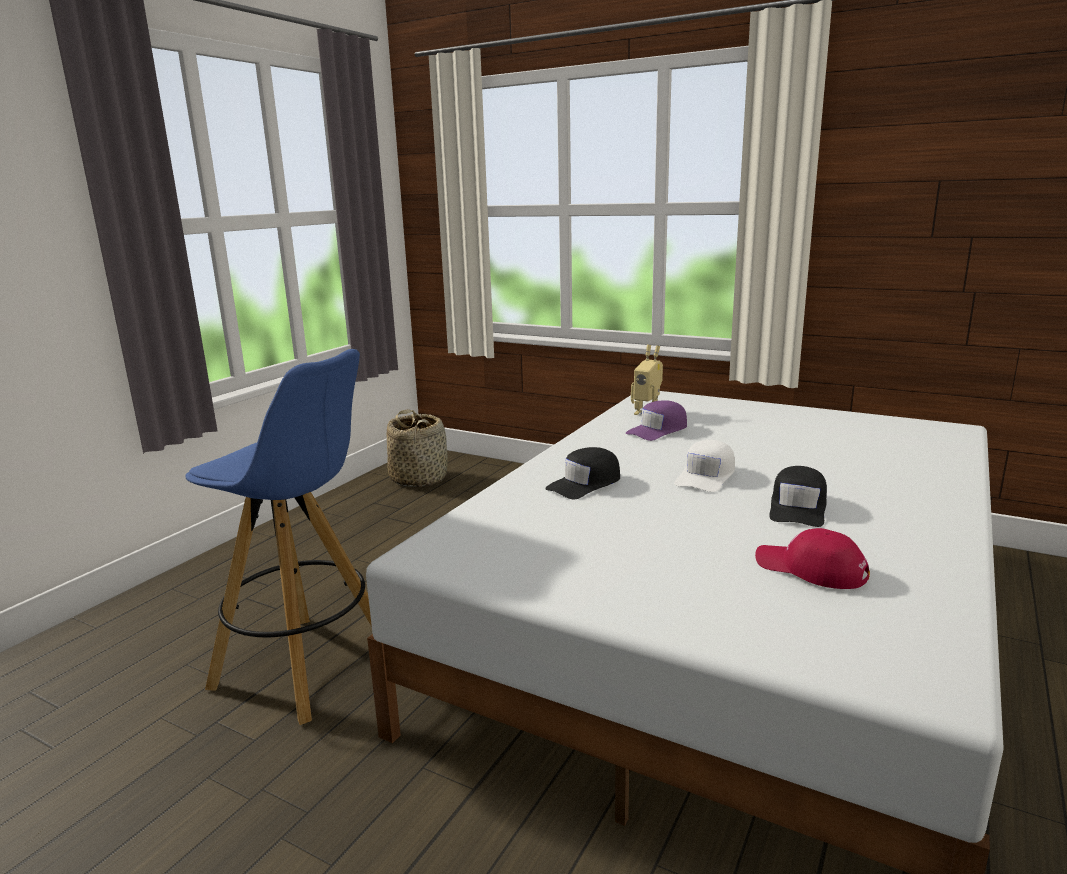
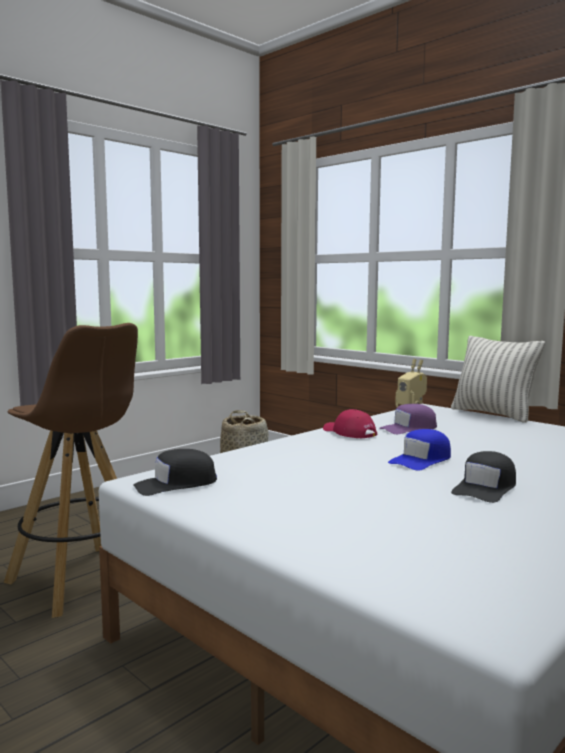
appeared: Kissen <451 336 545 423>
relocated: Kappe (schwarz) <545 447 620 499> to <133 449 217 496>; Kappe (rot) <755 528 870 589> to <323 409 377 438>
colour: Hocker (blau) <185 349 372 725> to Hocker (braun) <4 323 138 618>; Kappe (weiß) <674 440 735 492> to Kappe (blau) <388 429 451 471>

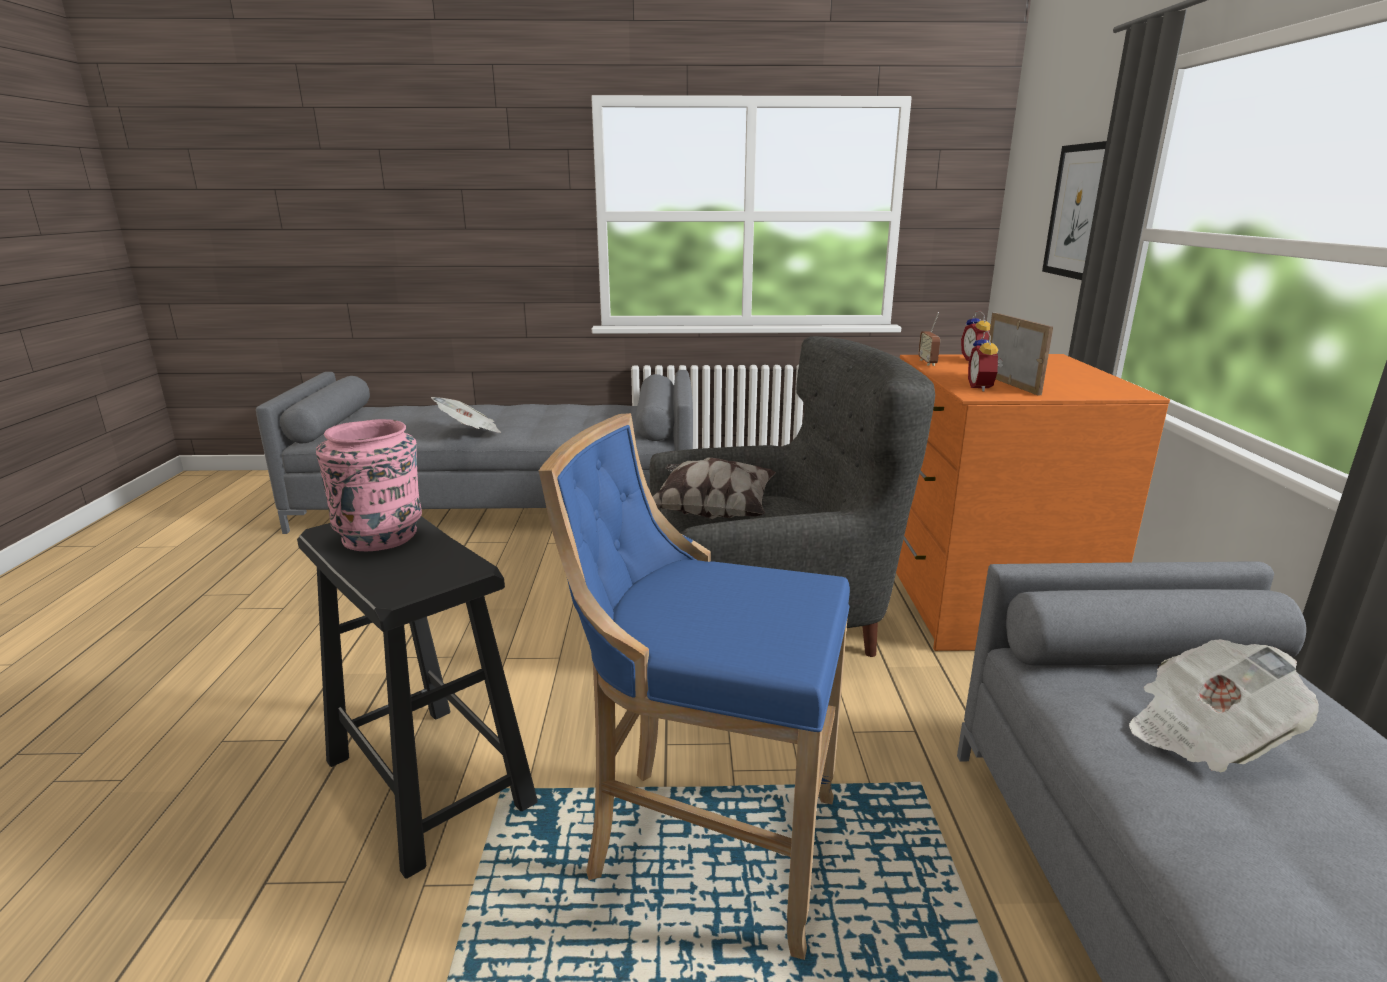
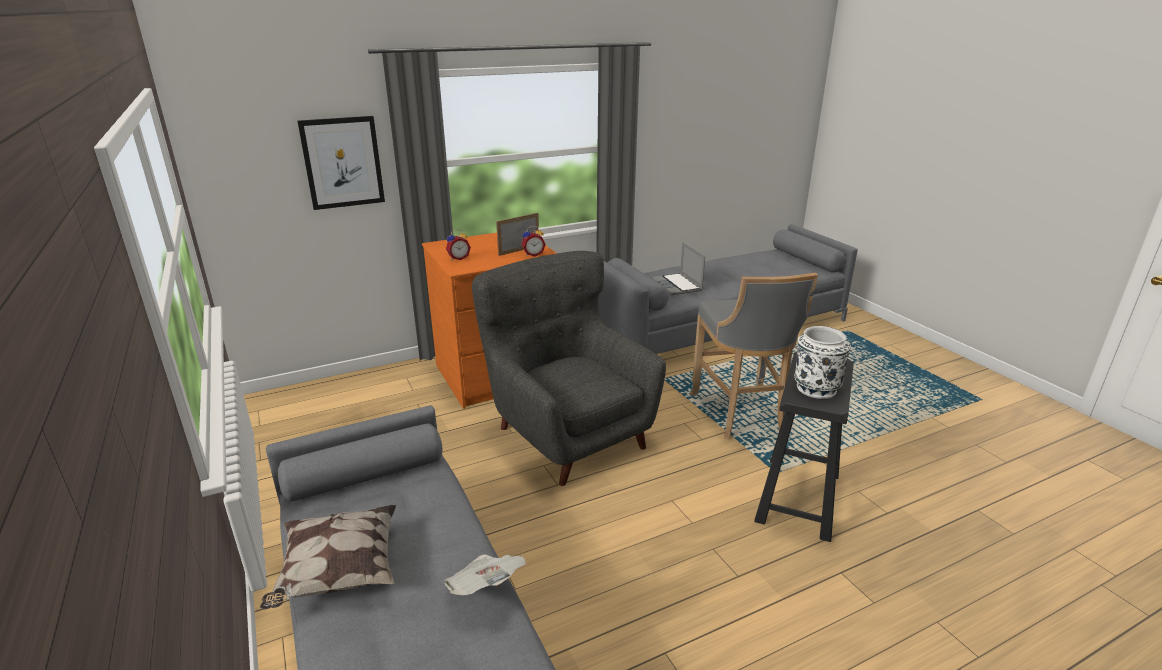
missing: Radio <918 312 940 366>
relocated: Kissen <653 457 776 519> to <260 505 396 610>
exchanged: Zeitung <1129 639 1319 772> to Laptop <652 242 705 295>
colour: Vase (rosa) <316 419 422 551> to Vase (weiß) <794 326 851 399>; Hocker (blau) <539 413 850 960> to Hocker (grau) <690 273 818 440>

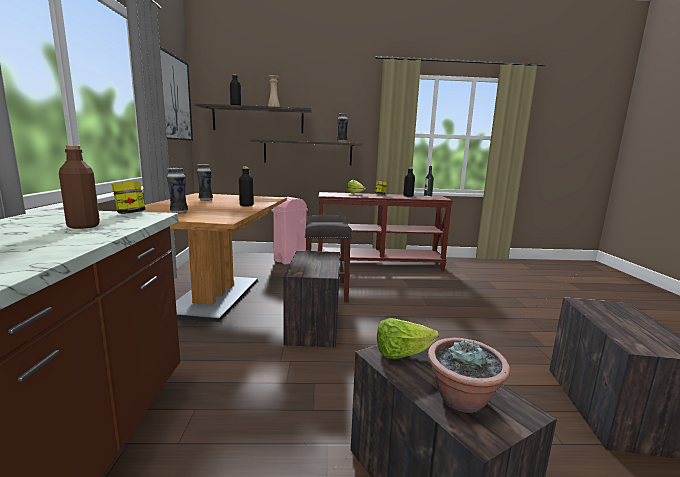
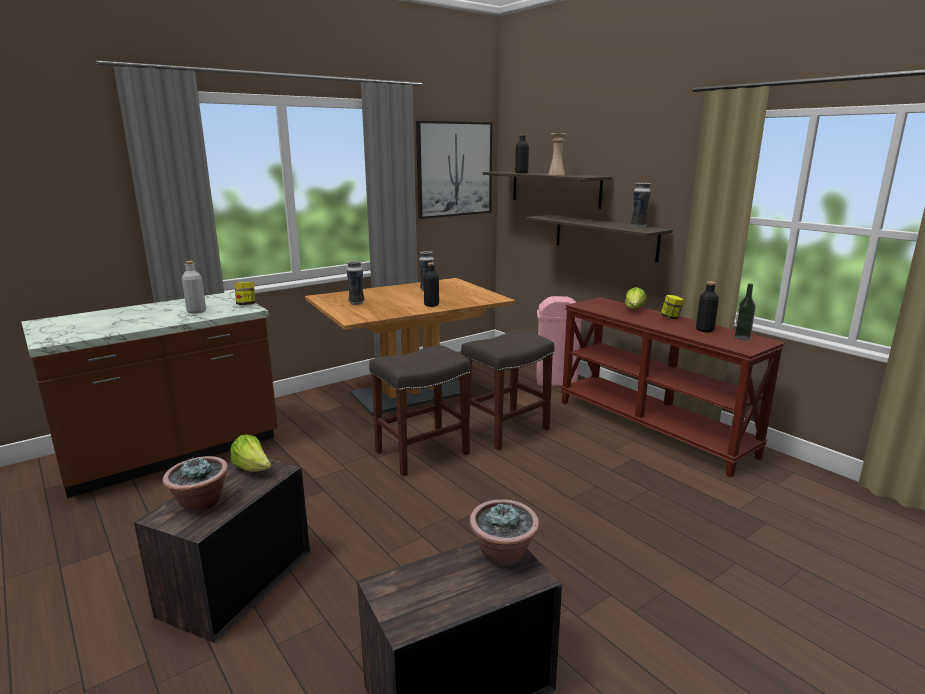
appeared: Topfpflanze <470 499 539 566>
exchanged: Kiste <283 250 340 347> to Hocker (grau) <369 345 471 476>
colour: Flasche (braun) <59 145 100 229> to Flasche (grau) <182 261 206 314>

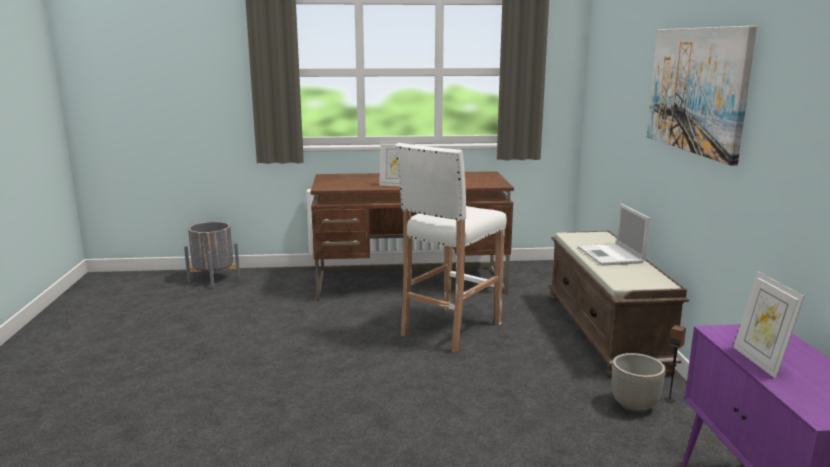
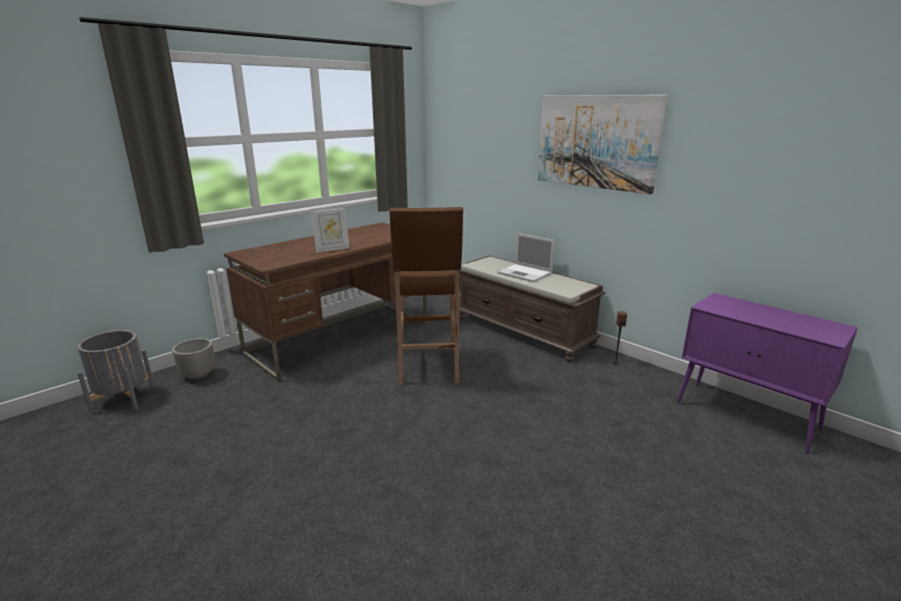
missing: Bilderrahmen <733 271 804 379>
relocated: Pflanzkübel <612 353 666 413> to <172 338 214 380>
colour: Hocker (weiß) <395 143 507 353> to Hocker (braun) <389 207 463 385>

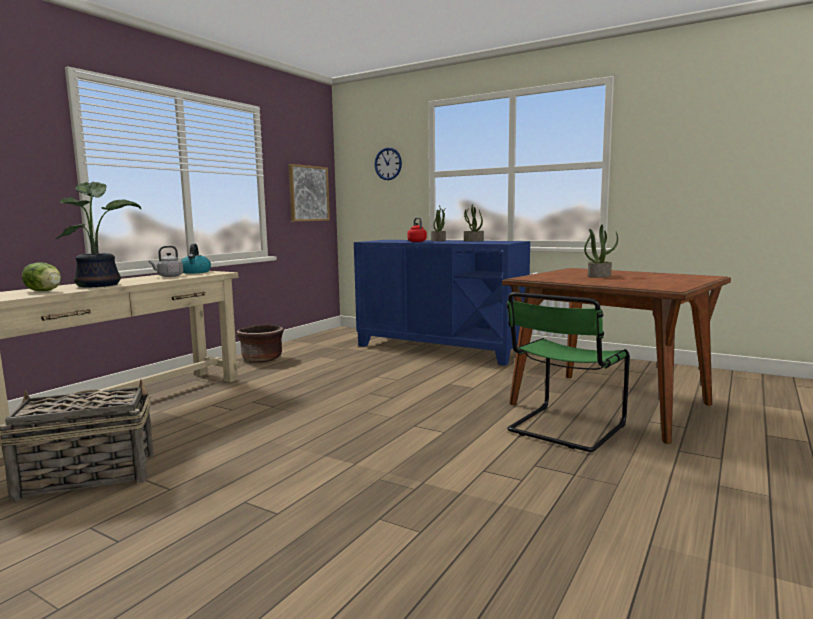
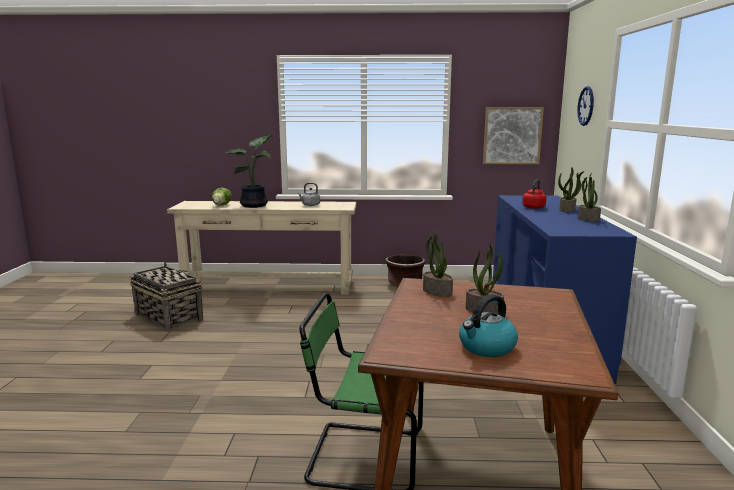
appeared: Topfpflanze <423 230 453 297>
relocated: Wasserkessel <181 244 211 274> to <459 294 518 357>

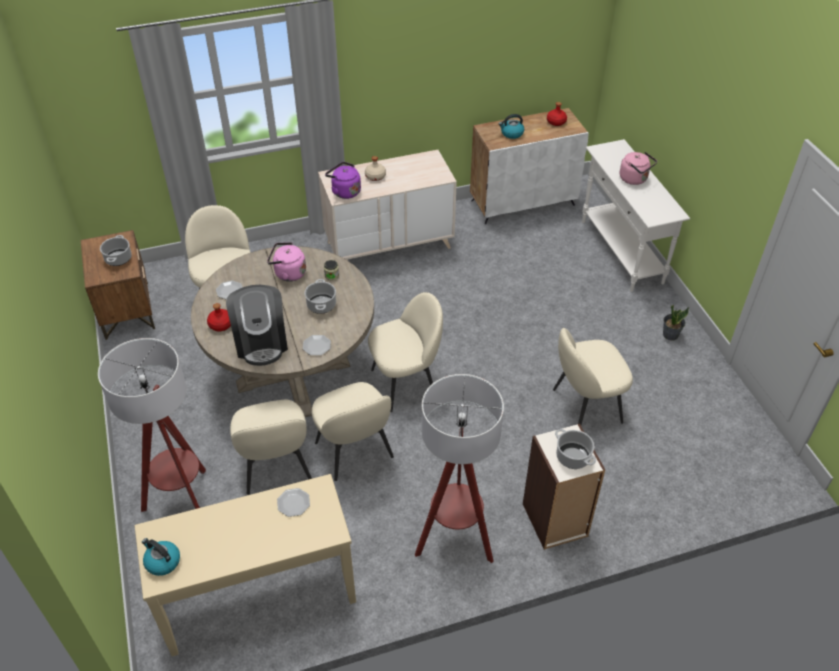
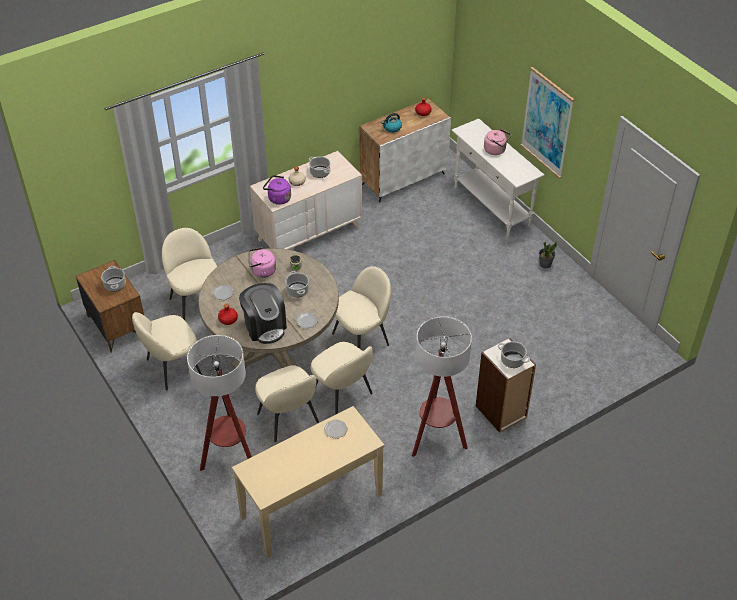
missing: Wasserkessel <142 538 180 576>
appeared: Kochtopf <309 156 331 178>; Bild <520 67 574 179>
relocated: Stuhl (beige) <553 328 633 425> to <132 312 202 391>

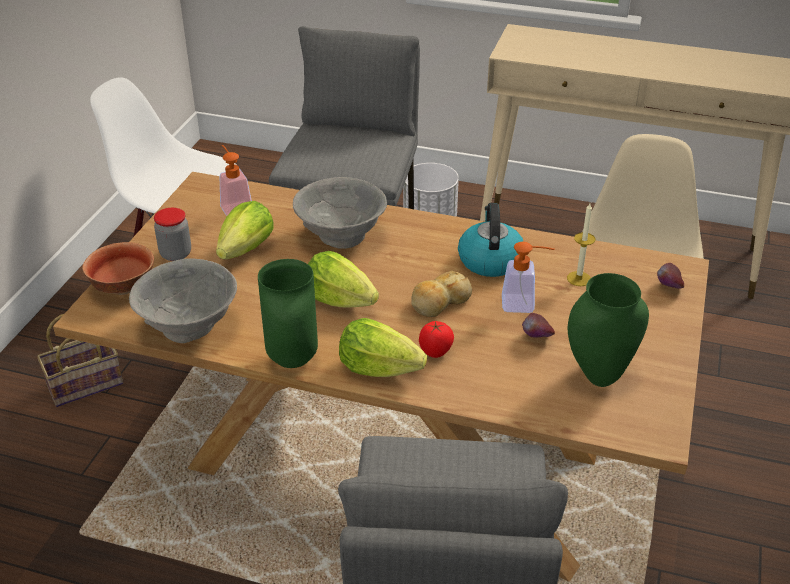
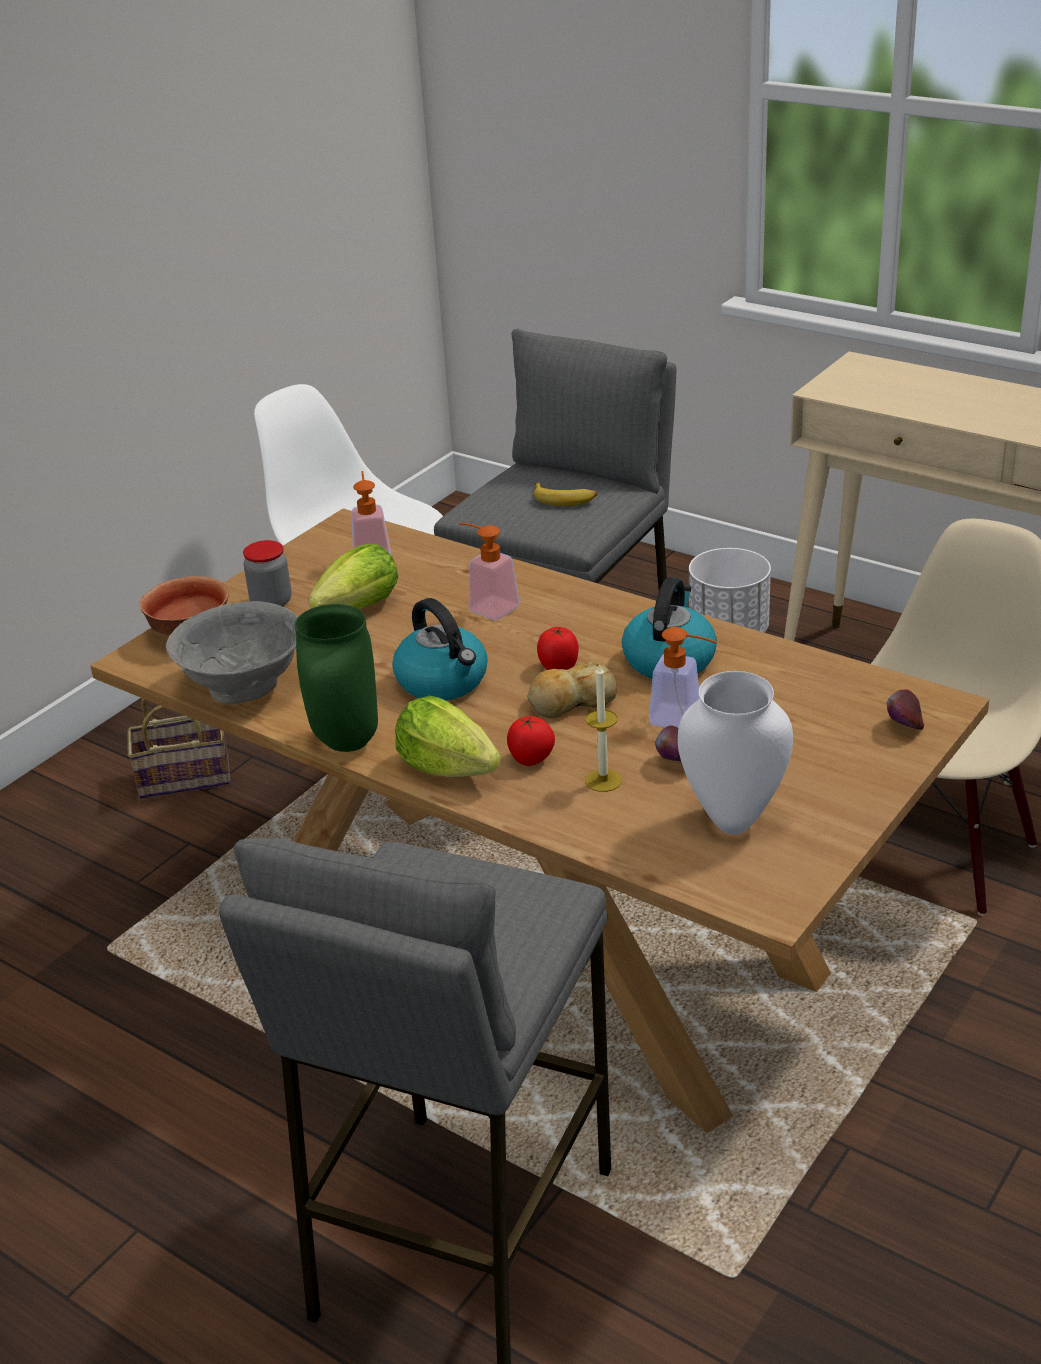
appeared: Banane <534 482 597 506>; Tomate <537 627 579 670>
relocated: Kerze <567 203 595 286> to <585 663 622 792>
exchanged: Schüssel (grau) <293 177 387 249> to Seifenspender <459 523 520 620>; Salatkopf <308 251 379 308> to Wasserkessel <392 598 488 700>
colour: Vase (grün) <568 273 649 387> to Vase (weiß) <678 671 793 835>

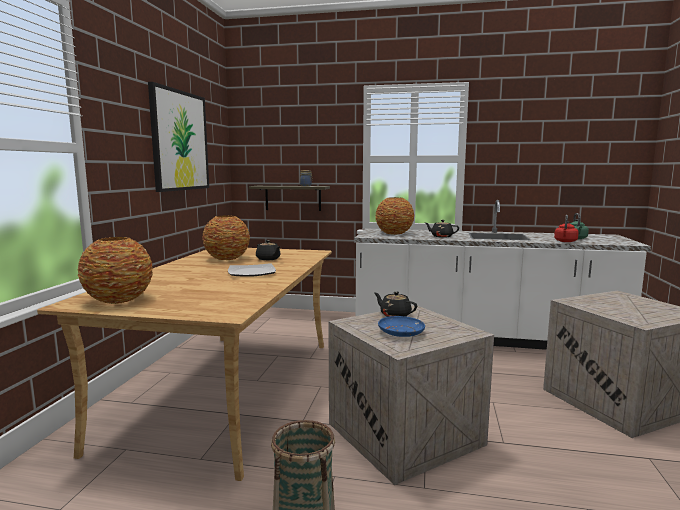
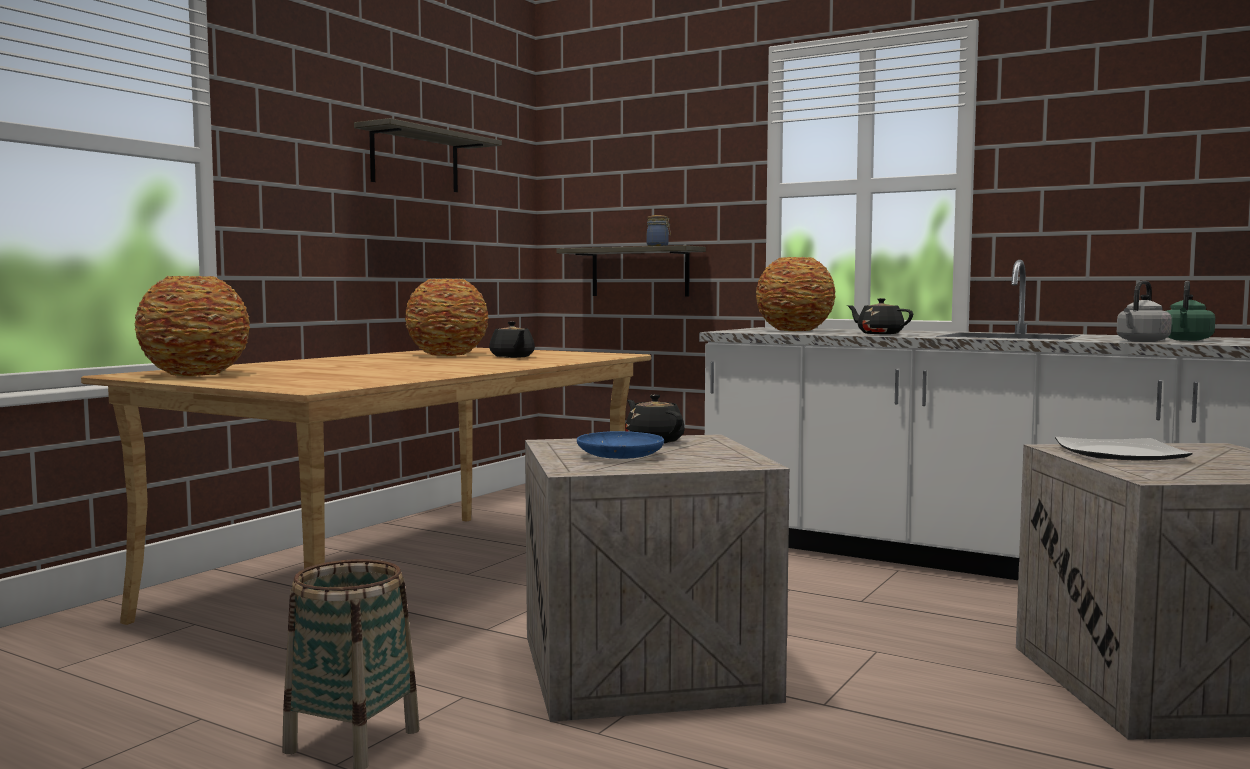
relocated: Teller <228 263 276 277> to <1055 437 1192 461>
exchanged: Bild <148 82 209 192> to Wandregal <354 118 502 192>
colour: Wasserkessel (rot) <554 215 579 242> to Wasserkessel (grau) <1117 281 1172 342>

